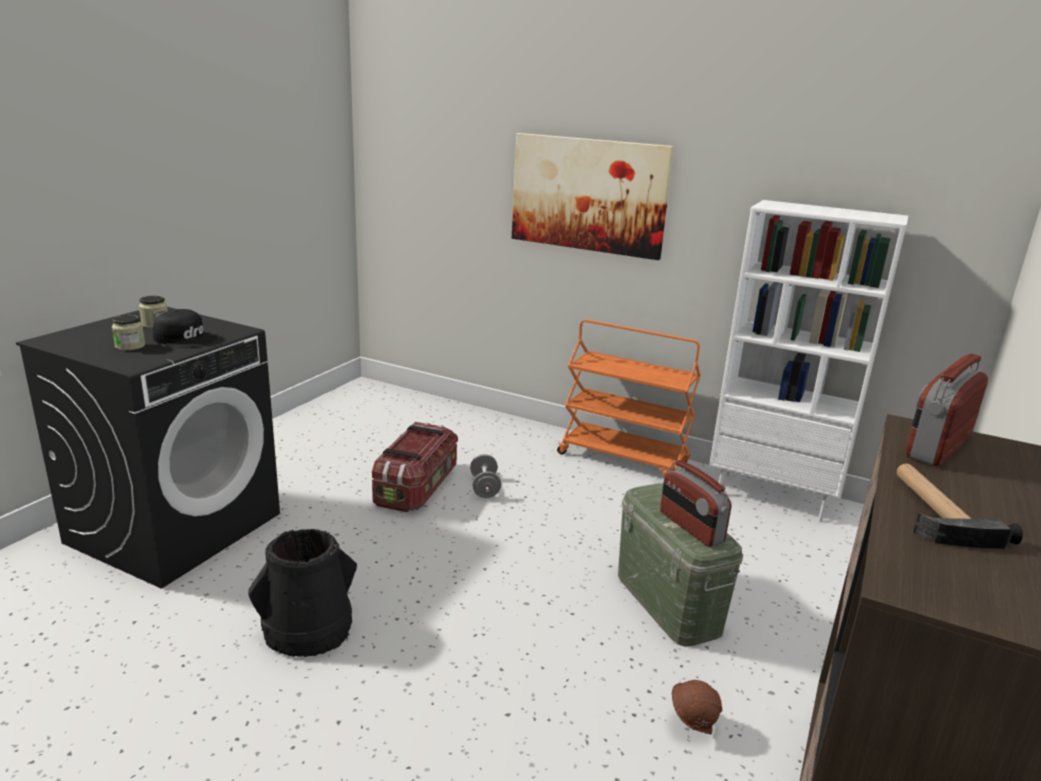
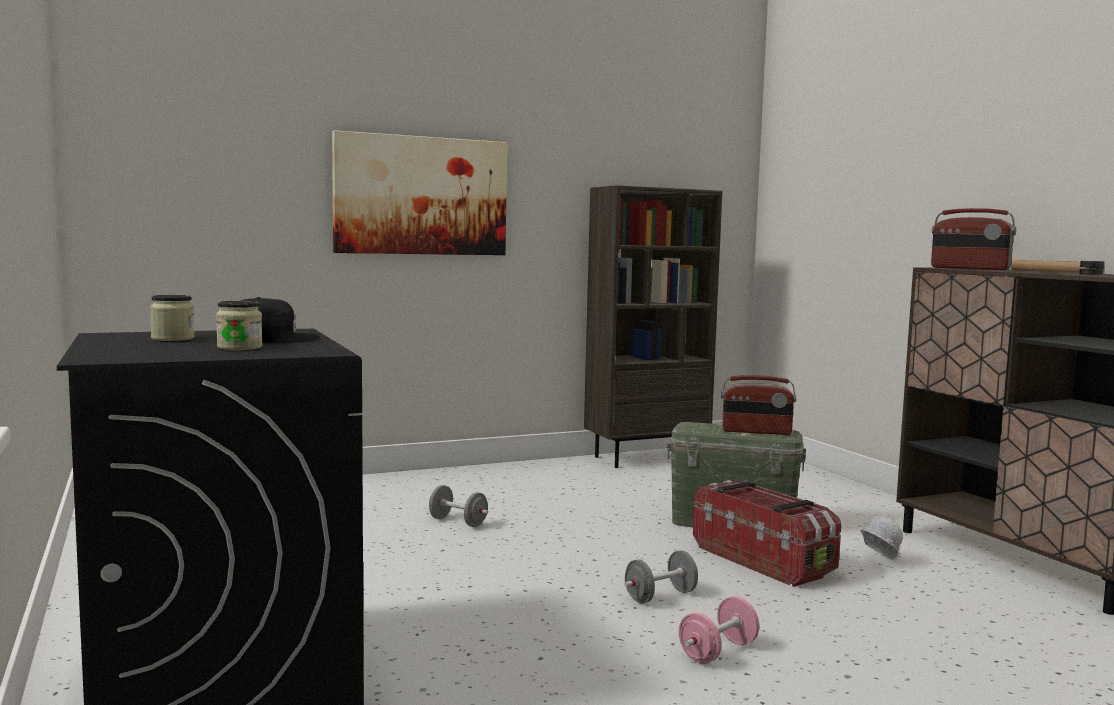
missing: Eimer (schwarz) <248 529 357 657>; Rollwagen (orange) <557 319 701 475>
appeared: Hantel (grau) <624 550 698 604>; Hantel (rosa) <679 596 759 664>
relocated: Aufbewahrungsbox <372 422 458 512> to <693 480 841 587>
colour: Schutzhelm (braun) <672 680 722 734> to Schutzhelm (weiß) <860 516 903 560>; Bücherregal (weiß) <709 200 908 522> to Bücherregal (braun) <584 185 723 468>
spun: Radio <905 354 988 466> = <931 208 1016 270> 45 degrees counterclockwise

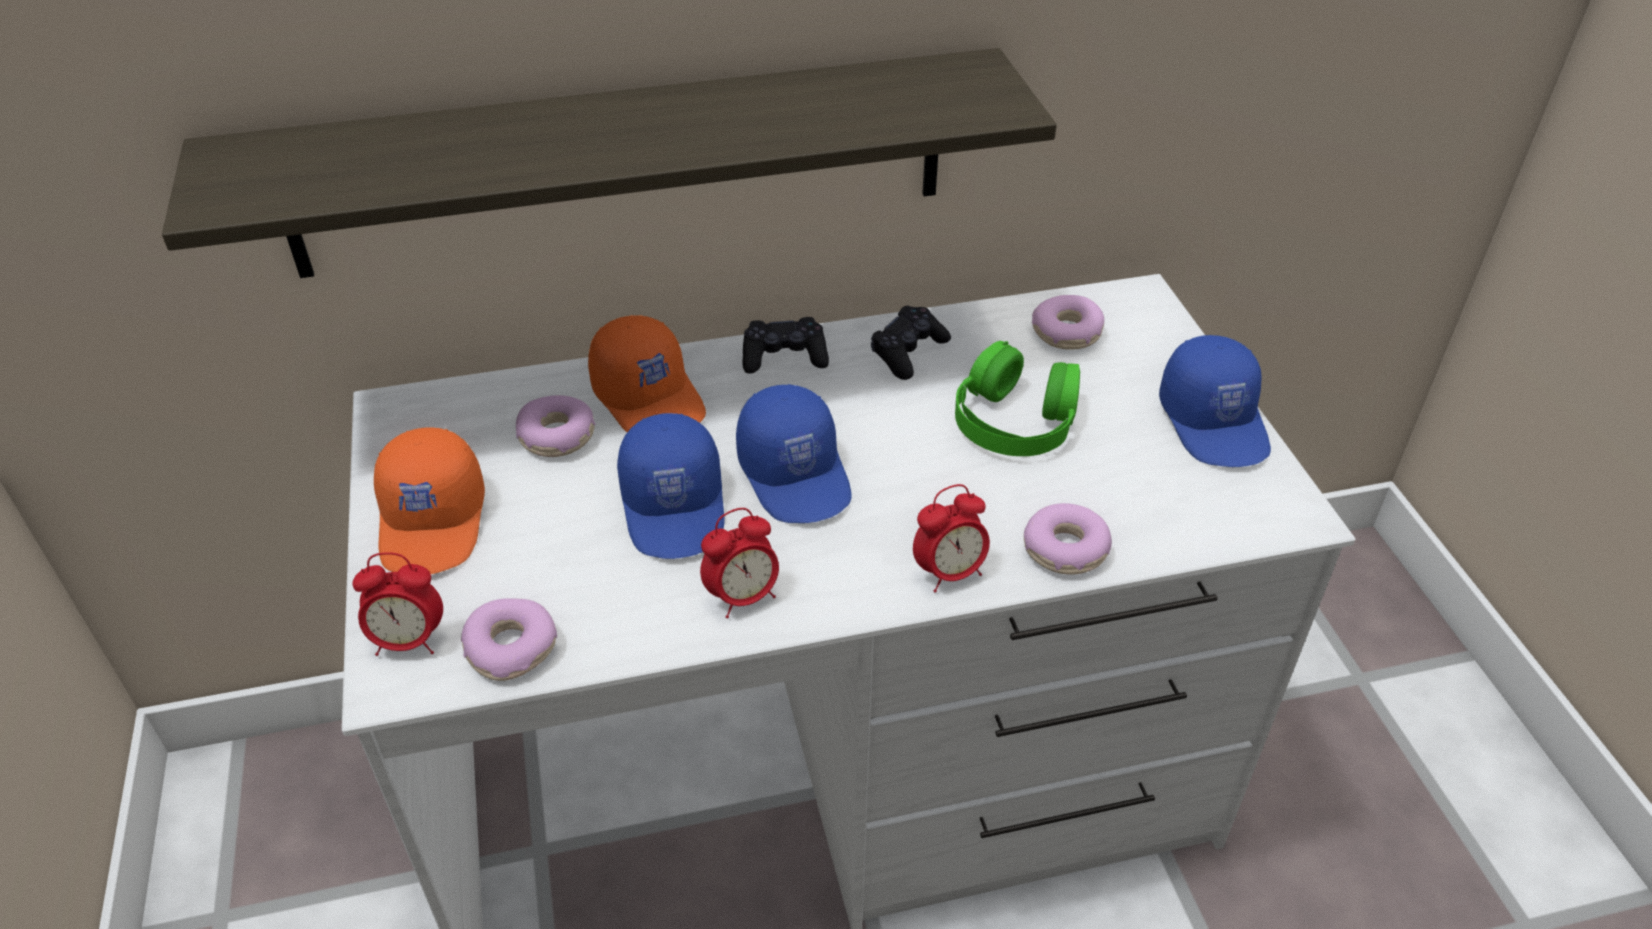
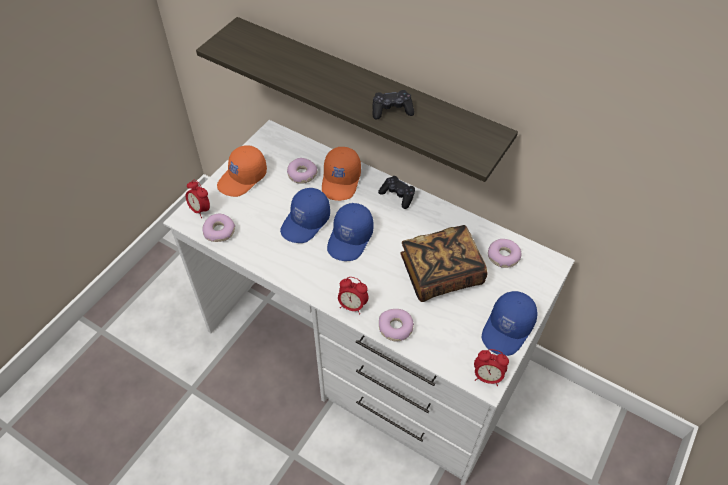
relocated: Wecker <700 508 779 618> to <474 349 509 386>; Gamepad (schwarz) <871 306 951 380> to <372 90 414 120>
exchanged: Kopfhörer (grün) <955 341 1080 456> to Buch <400 225 488 302>

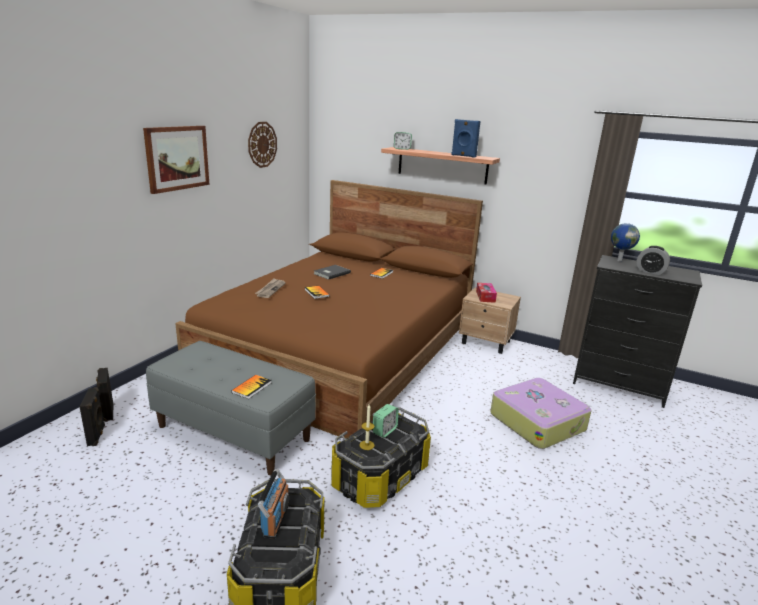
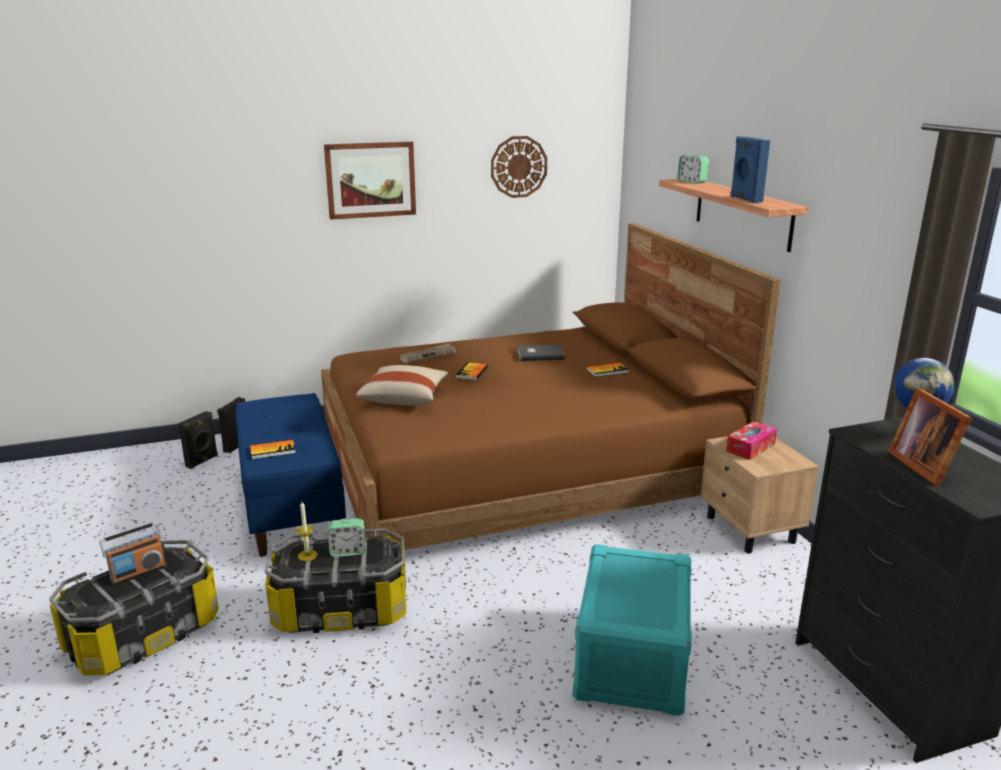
appeared: Kissen (beige) <356 365 449 405>
exchanged: Koffer <490 378 591 449> to Aufbewahrungsbox (türkis) <573 544 692 716>; Wecker <637 246 670 275> to Bilderrahmen <888 388 972 485>
colour: Bank (grau) <146 341 316 475> to Bank (blau) <235 393 346 557>

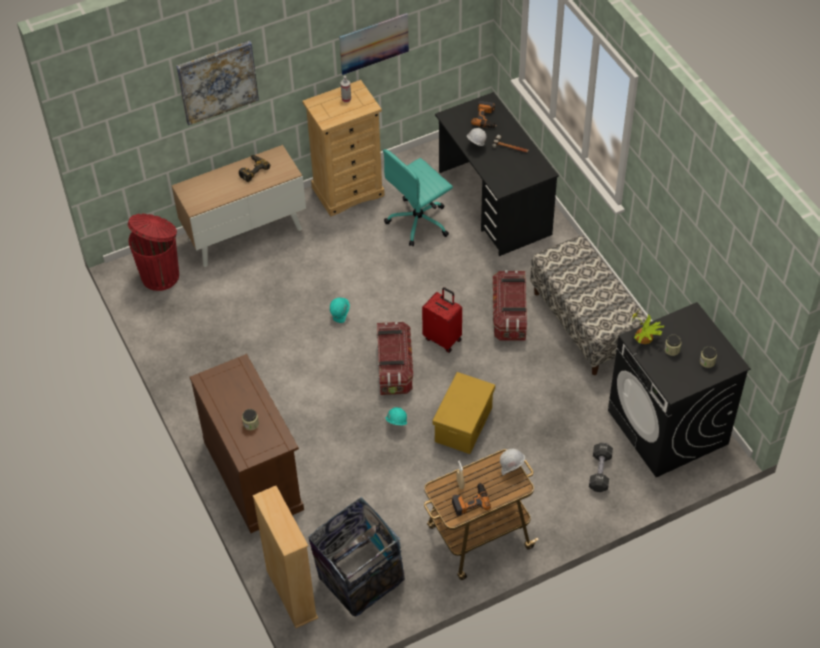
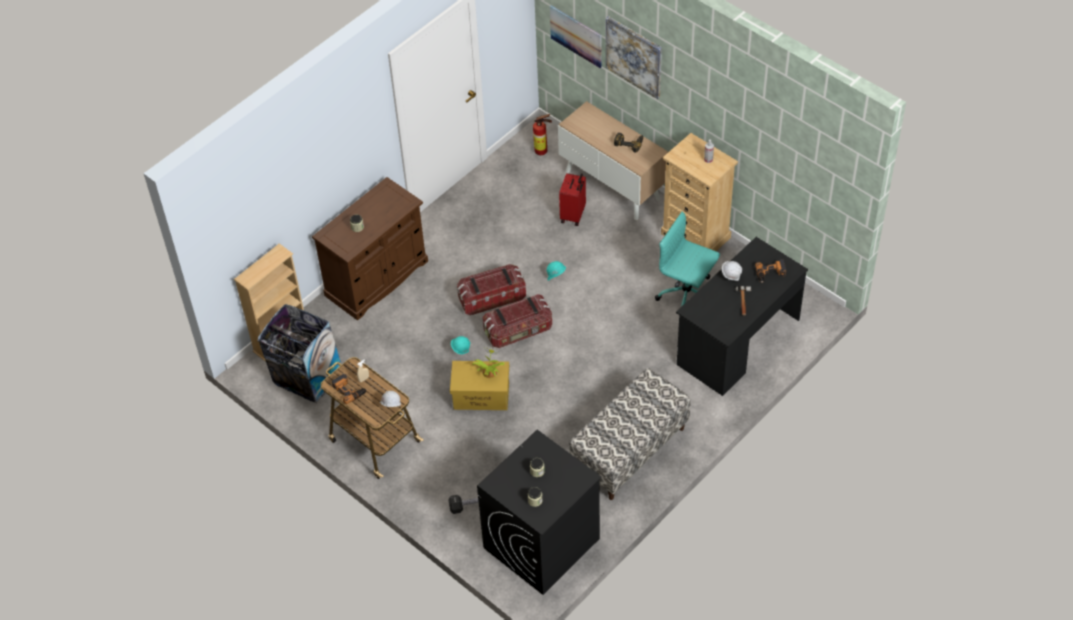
relocated: Bild <339 13 409 75> to <550 5 601 68>; Koffer (rot) <422 287 462 353> to <559 173 586 226>; Aufbewahrungsbox <493 270 527 341> to <457 264 526 316>; Topfpflanze <631 310 665 344> to <472 347 504 378>
exchanged: Mülleimer (rot) <128 214 179 291> to Feuerlöscher <533 114 552 155>

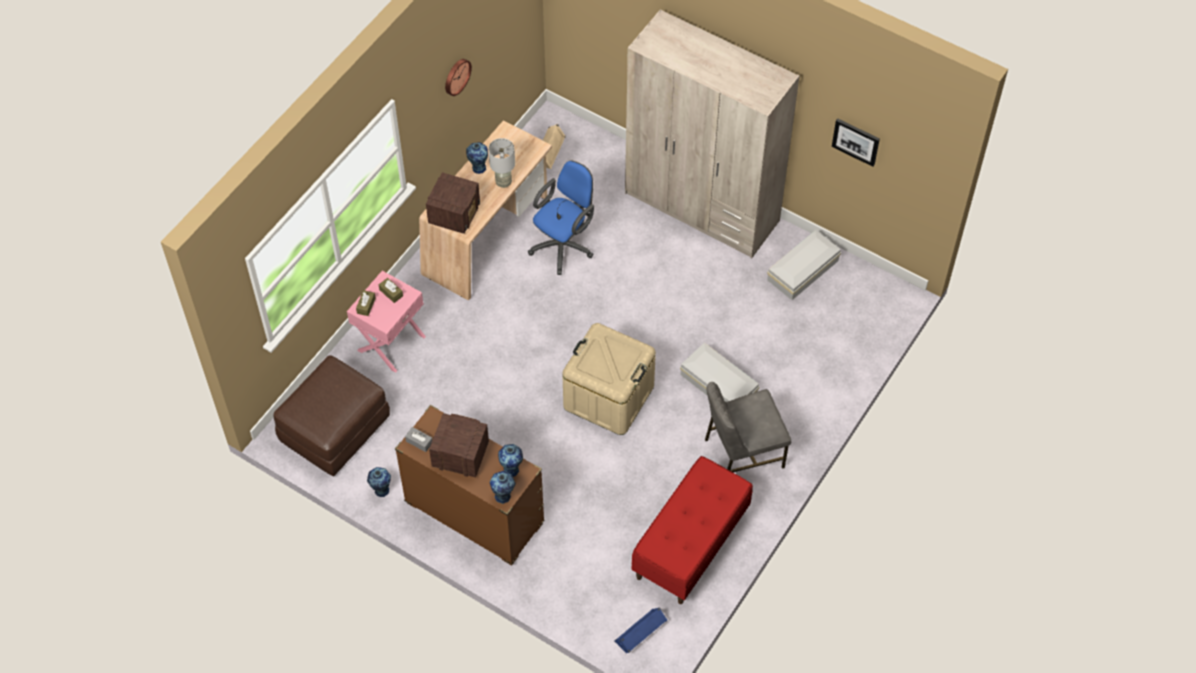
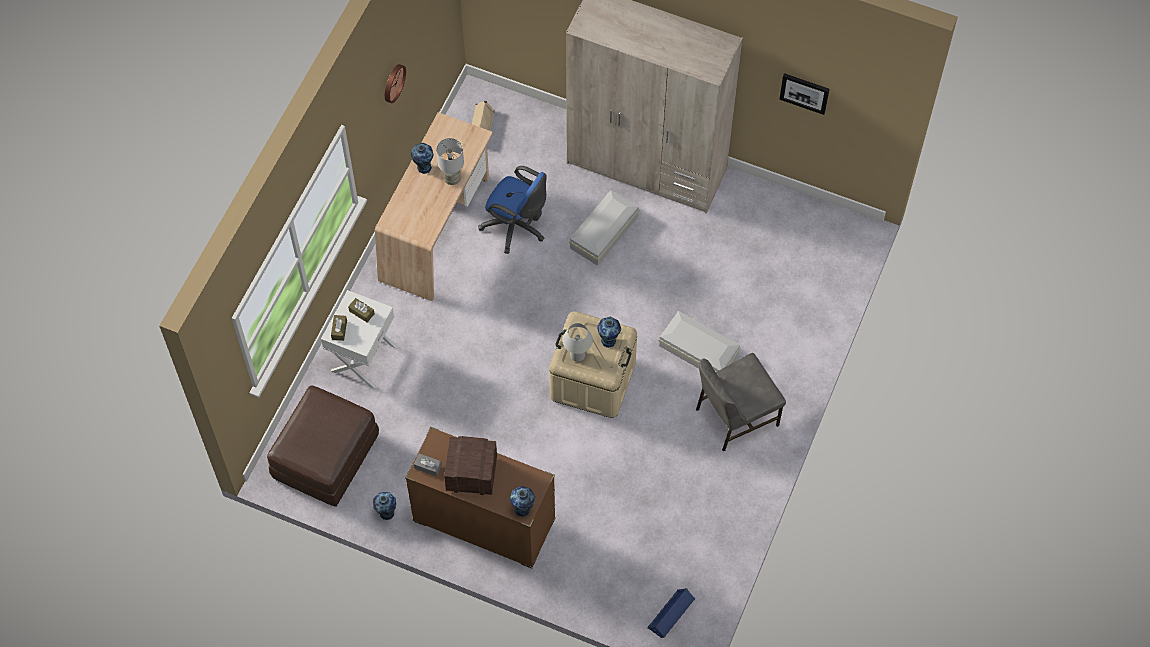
missing: Radio <426 172 480 234>; Bank (rot) <632 456 753 604>
appeared: Tischlampe (weiß) <562 323 593 362>
relocated: Vase <498 444 523 477> to <597 317 621 348>; Aufbewahrungsbox (weiß) <767 230 841 300> to <569 190 639 266>
colour: Nachttisch (rosa) <347 271 426 373> to Nachttisch (weiß) <321 290 397 389>
spun: Bürostuhl (blau) <528 161 594 275> = <478 166 547 254> 90 degrees clockwise

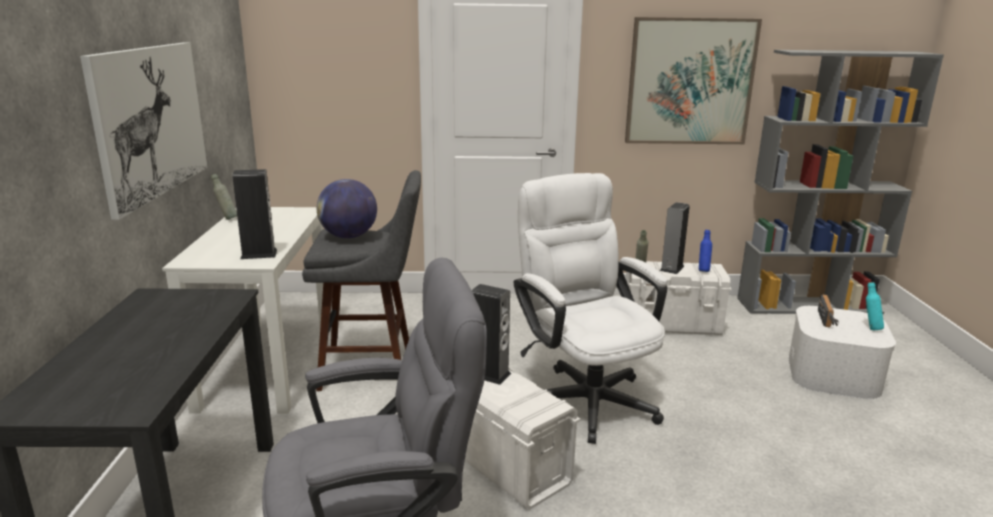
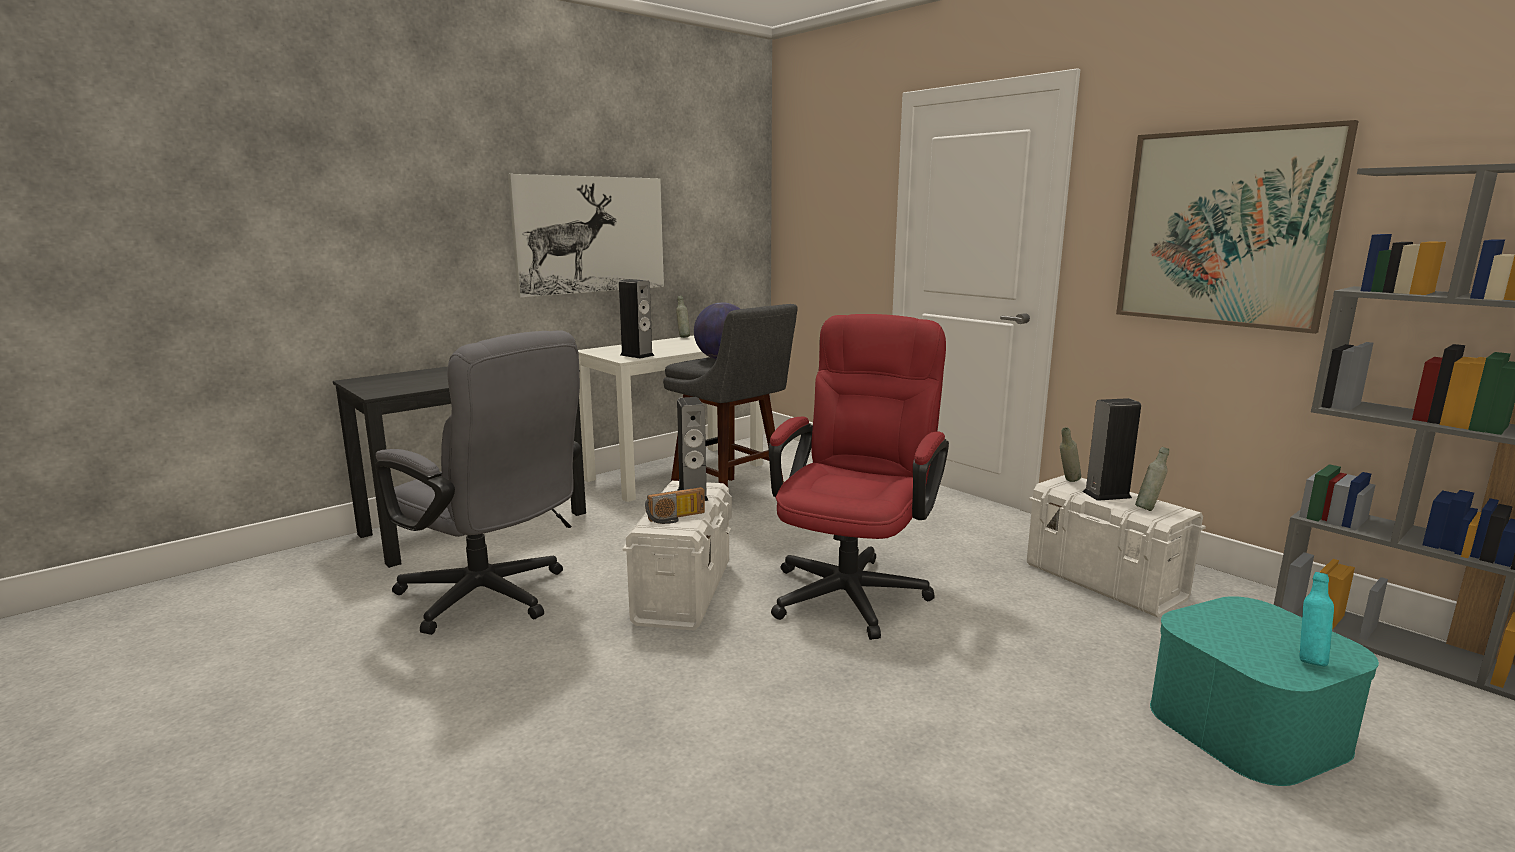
relocated: Radio <818 294 839 327> to <645 487 705 524>
colour: Bürostuhl (weiß) <514 173 667 444> to Bürostuhl (rot) <769 314 949 640>; Flasche (blau) <699 230 712 272> to Flasche (grau) <1135 447 1169 511>; Aufbewahrungsbox (weiß) <788 306 896 399> to Aufbewahrungsbox (türkis) <1150 596 1379 786>

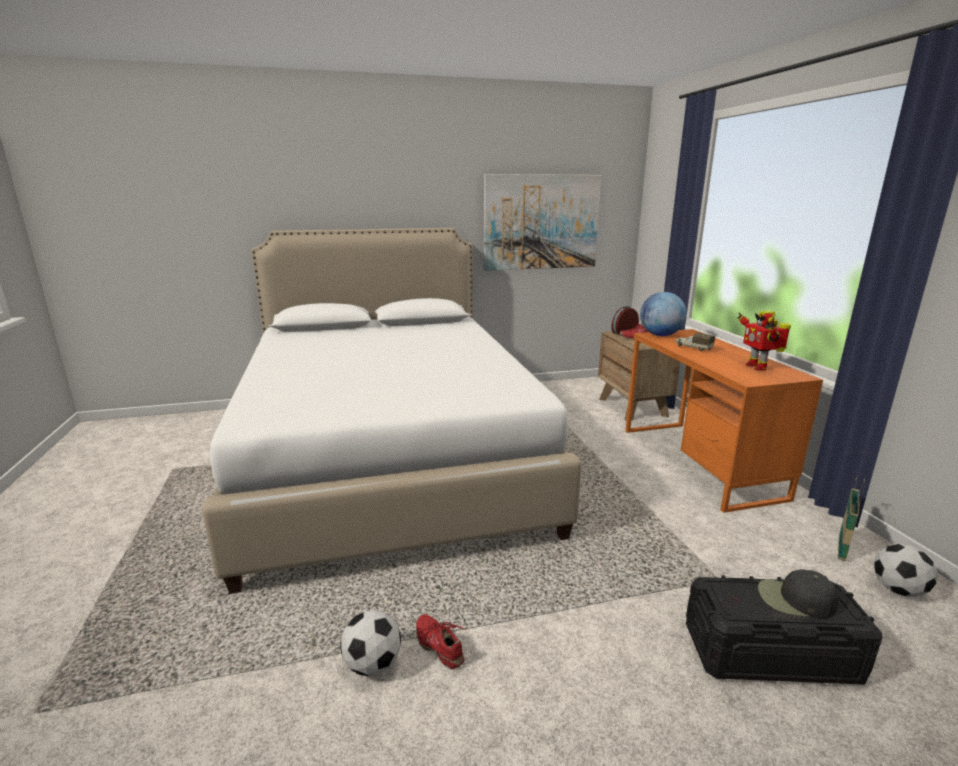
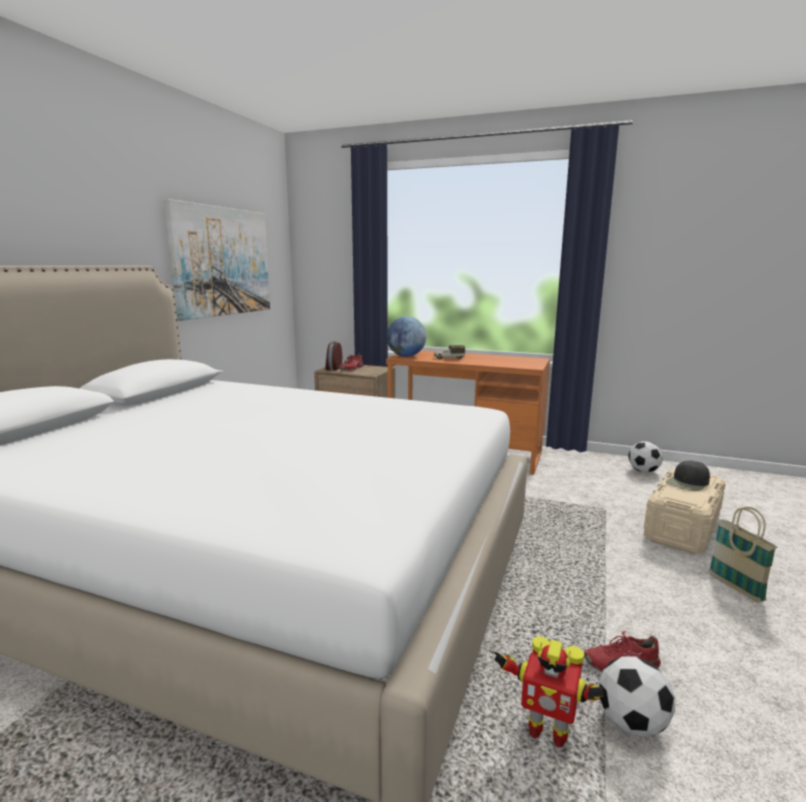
relocated: Spielzeugroboter <738 311 791 371> to <494 636 604 747>; Korb <838 477 865 561> to <708 507 778 603>
colour: Aufbewahrungsbox (schwarz) <686 575 883 685> to Aufbewahrungsbox (beige) <644 468 726 554>

